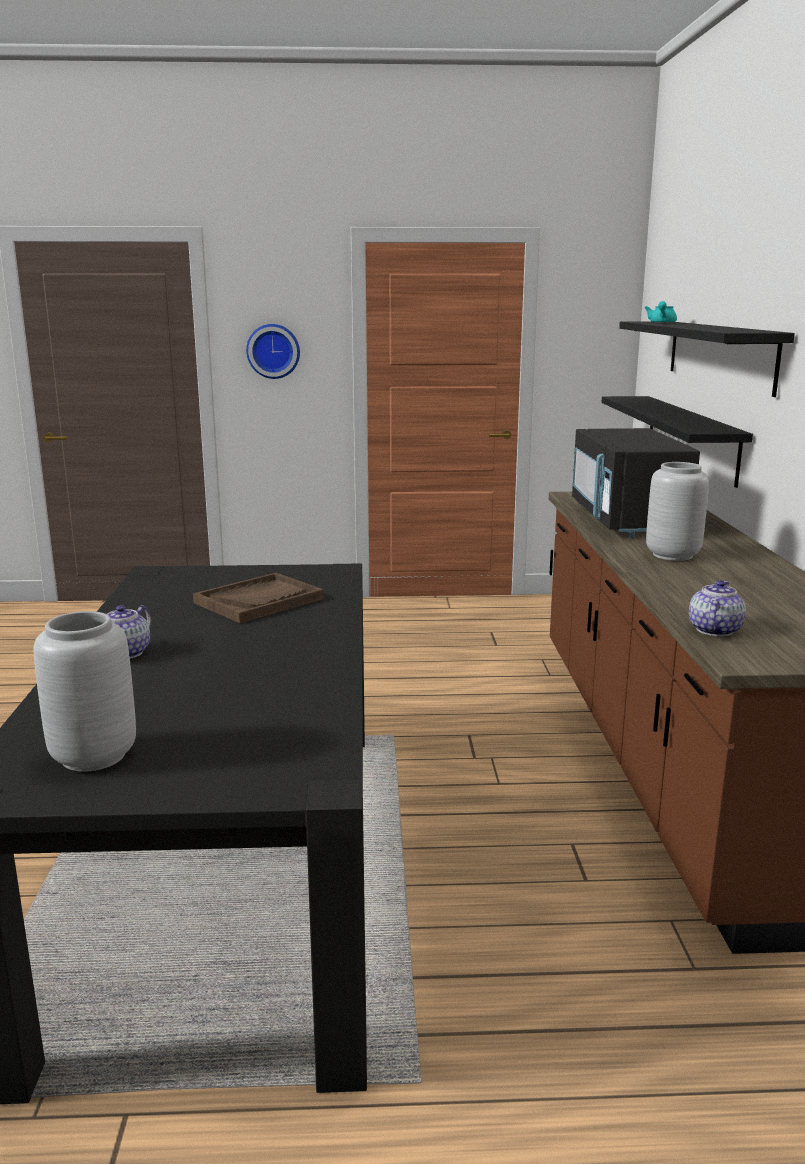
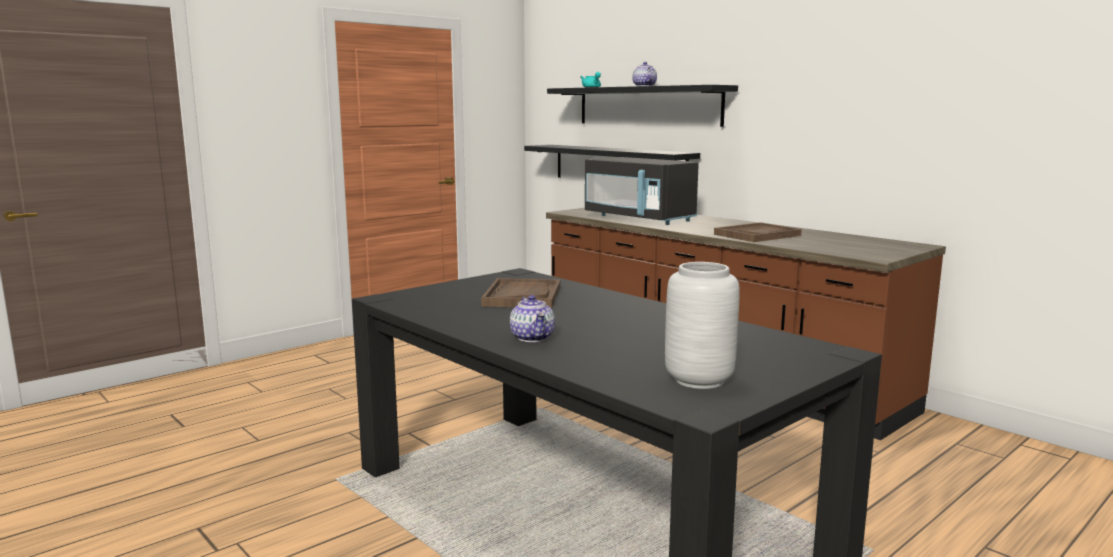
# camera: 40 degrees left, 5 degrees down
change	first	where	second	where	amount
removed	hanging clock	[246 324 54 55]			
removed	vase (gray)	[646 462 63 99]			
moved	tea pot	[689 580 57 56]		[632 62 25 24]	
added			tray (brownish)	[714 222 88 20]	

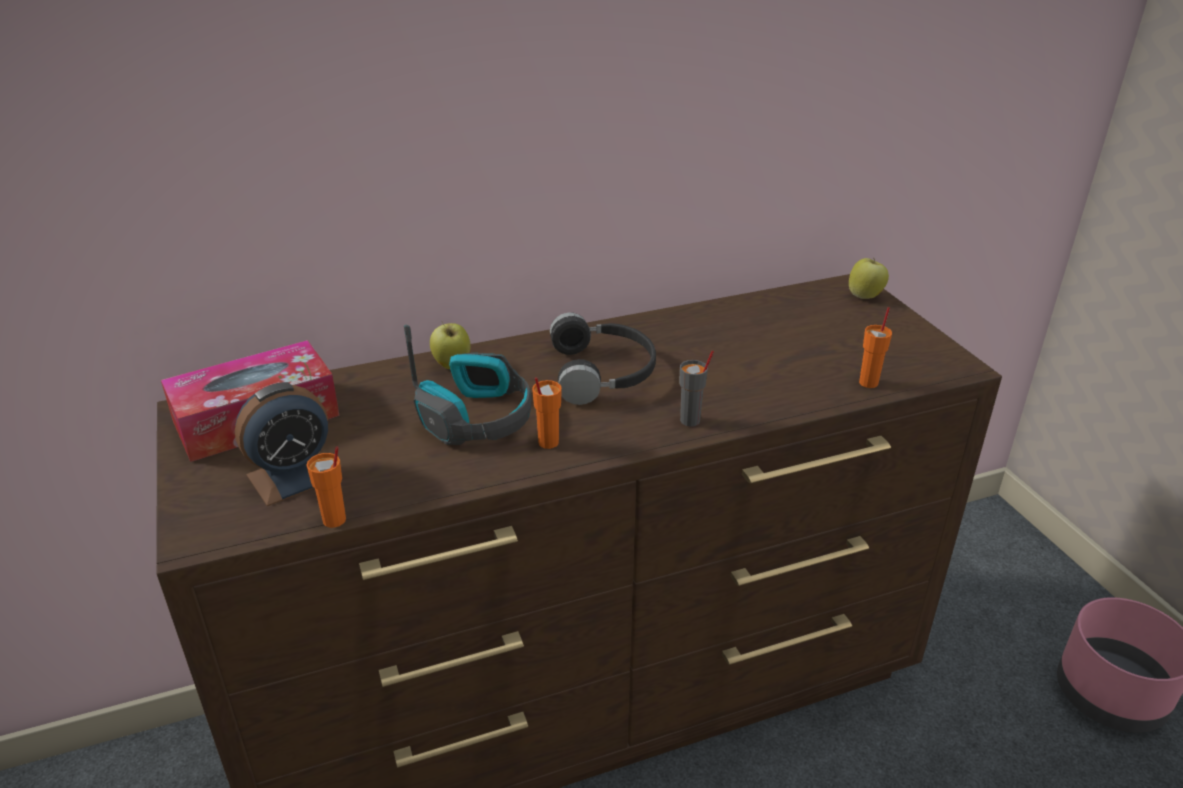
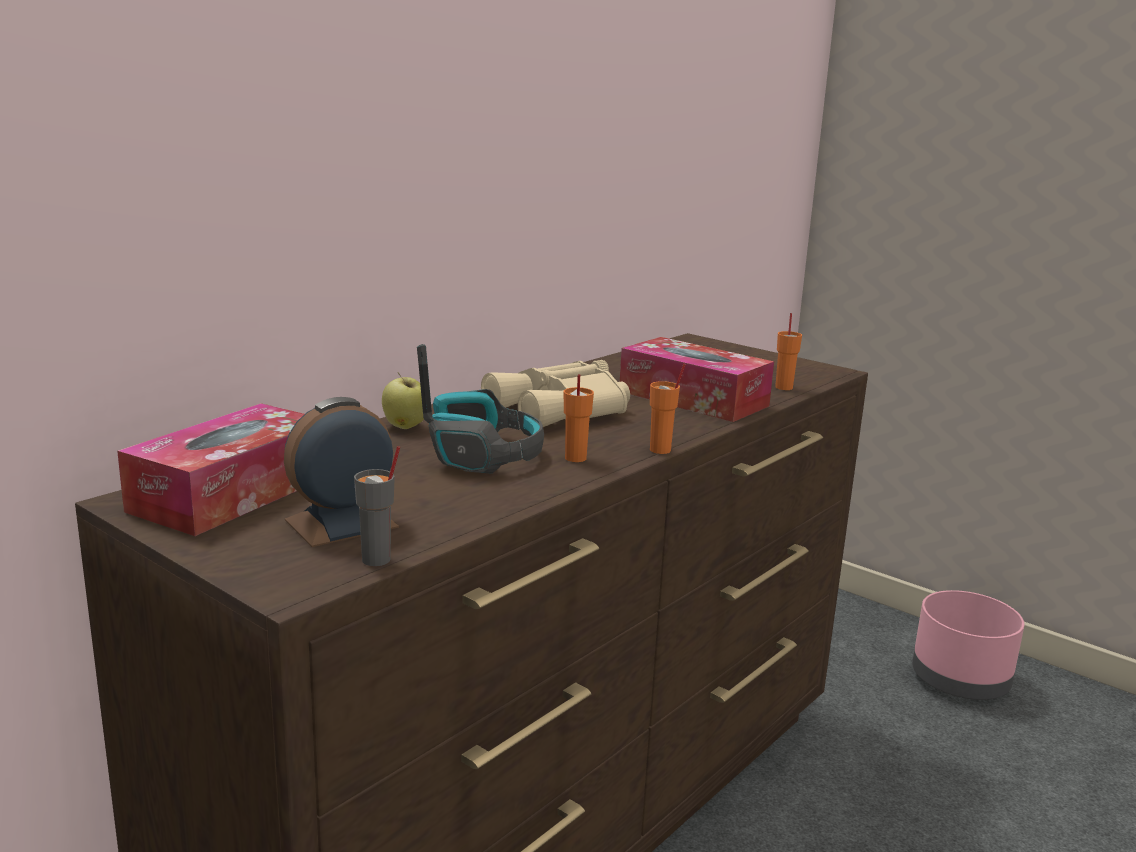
# camera: 30 degrees left, 15 degrees down
change	first	where	second	where	amount
removed	apple	[849 258 40 41]			
replaced	headphones (black)	[550 312 106 93]	pair of binoculars (beige)	[481 360 149 67]	
moved	drinking cup (gray)	[680 350 34 76]		[354 446 46 120]	
turned	table clock	[235 382 93 124]		[284 397 115 150]	150 degrees counterclockwise
moved	drinking cup (orangey)	[306 446 40 82]		[650 364 36 90]	
added			tissue holder	[620 337 154 85]	

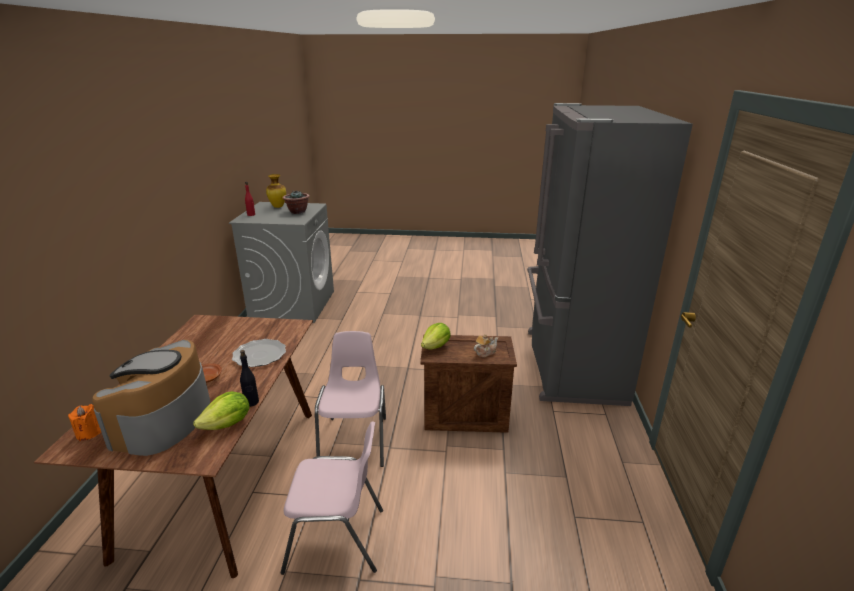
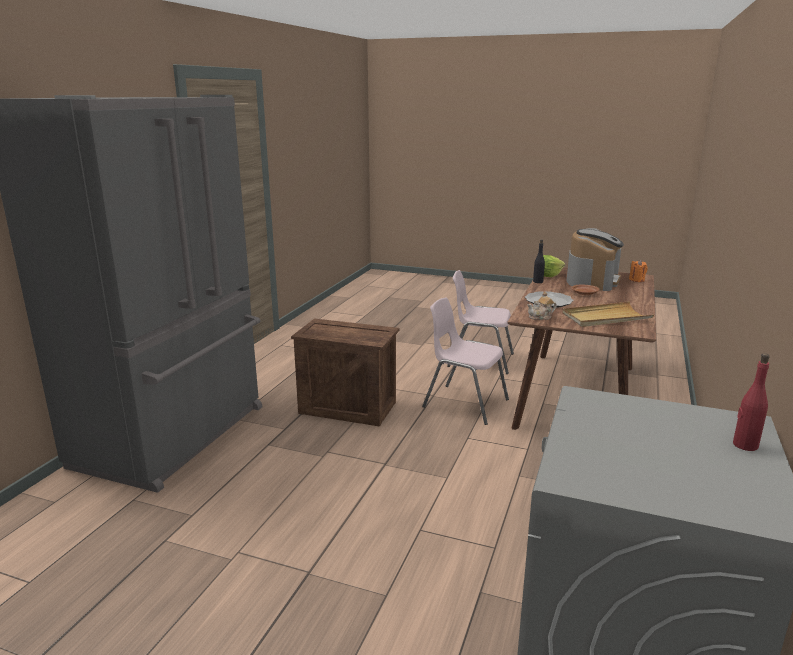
# camera: 165 degrees left, 5 degrees down
change	first	where	second	where	amount
removed	vase	[266 174 20 34]			
removed	plant in a pot	[283 190 27 24]			
removed	lettuce head	[421 323 30 27]			
turned	chair (pinkish)	[315 331 71 136]		[422 298 87 127]	105 degrees clockwise
moved	tea pot	[474 334 24 23]		[527 292 30 28]	
added			tray (beige)	[563 301 91 26]	

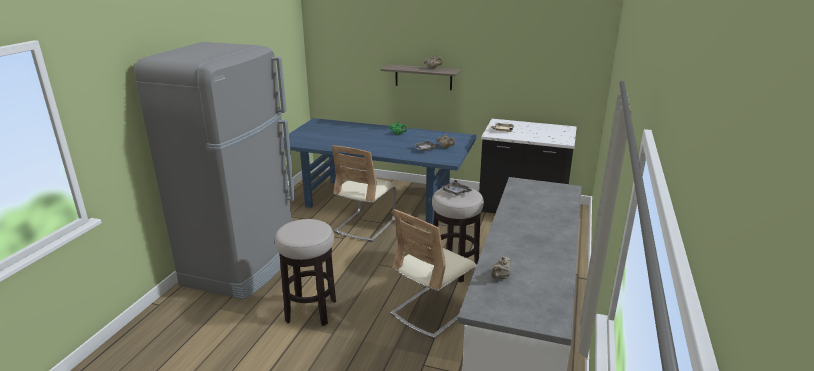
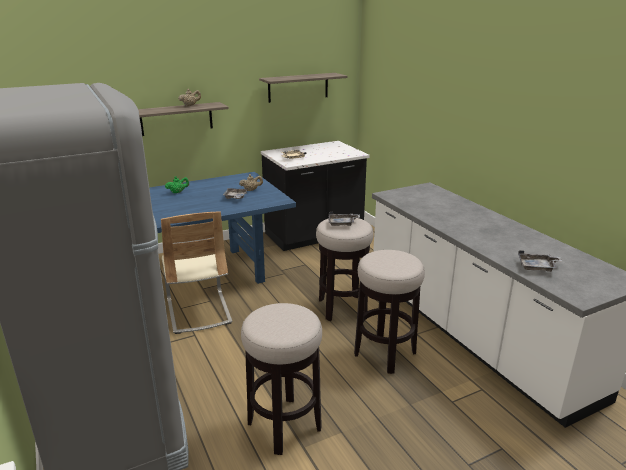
# camera: 45 degrees left, 0 degrees up
change	first	where	second	where	amount
replaced	chair (beige)	[390 209 87 130]	stool seat	[354 250 71 124]	
replaced	tea pot (beige)	[491 256 21 23]	tray (gray)	[518 250 44 22]	
added			shelf	[259 73 89 30]	

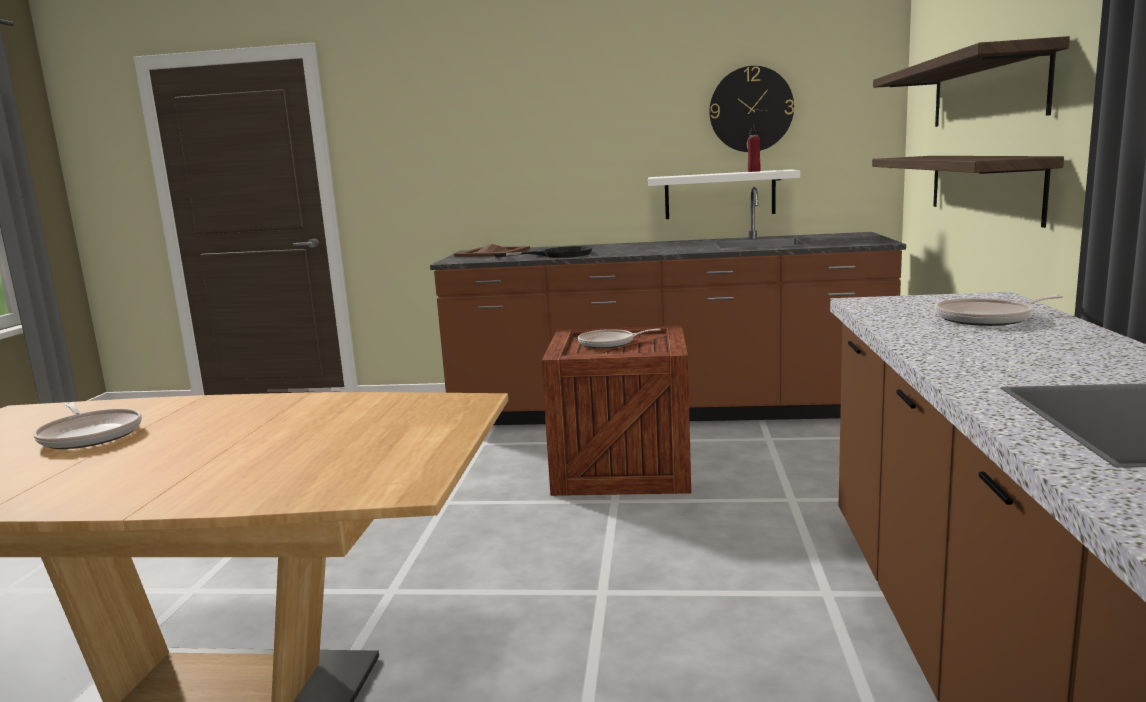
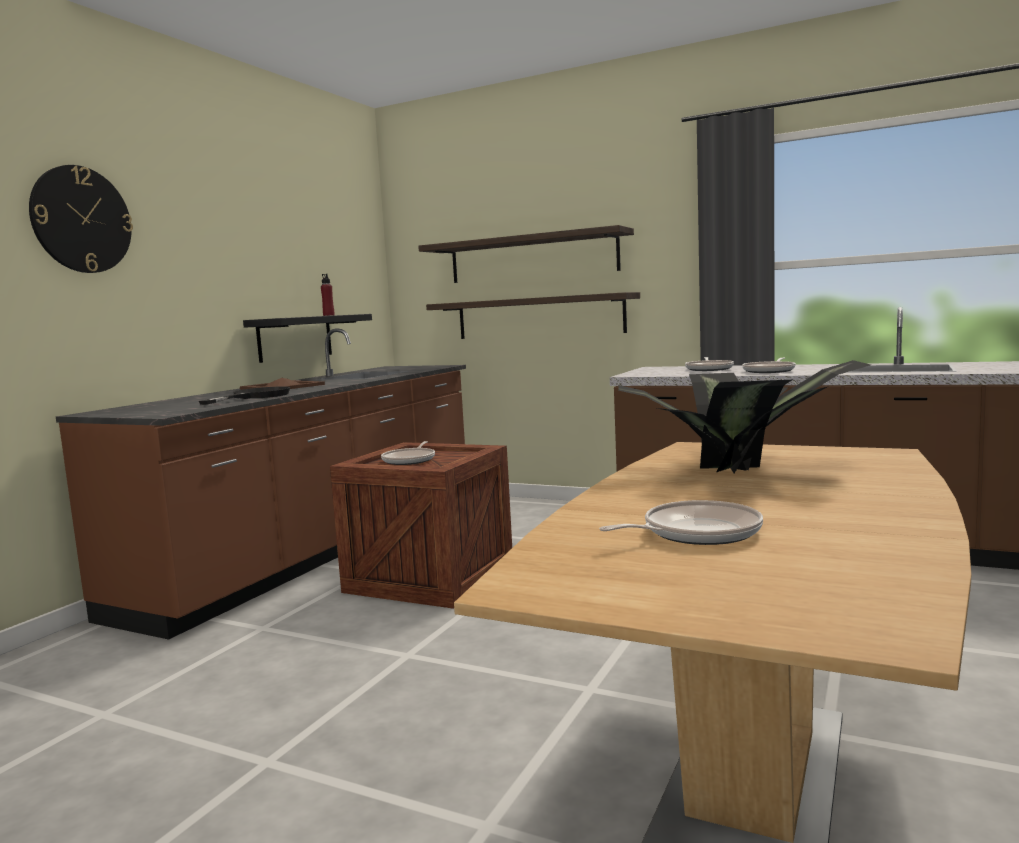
# camera: 70 degrees left, 5 degrees down
change	first	where	second	where	amount
moved	hanging clock	[709 66 85 86]		[29 165 104 108]	
recoloured	shelf (white-coloured)	[648 169 152 50]	shelf (black)	[243 314 129 49]	
moved	tray (brownish)	[454 244 76 13]		[240 378 85 12]	
added			skillet	[742 358 54 15]	
added			plant in a pot	[618 360 253 114]	

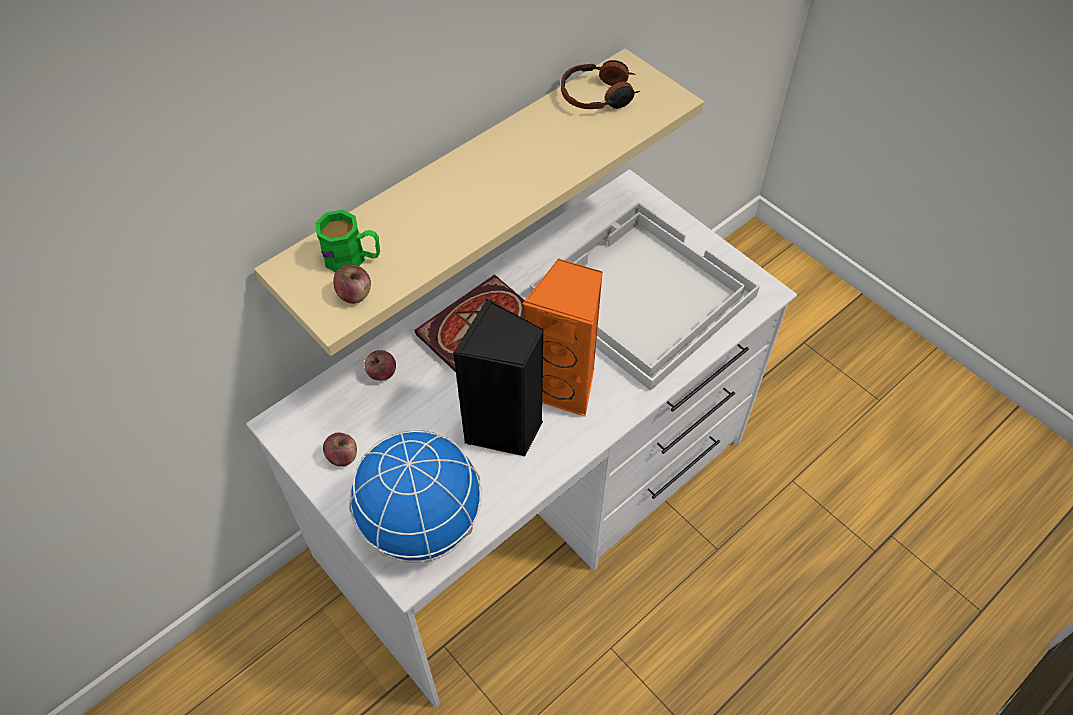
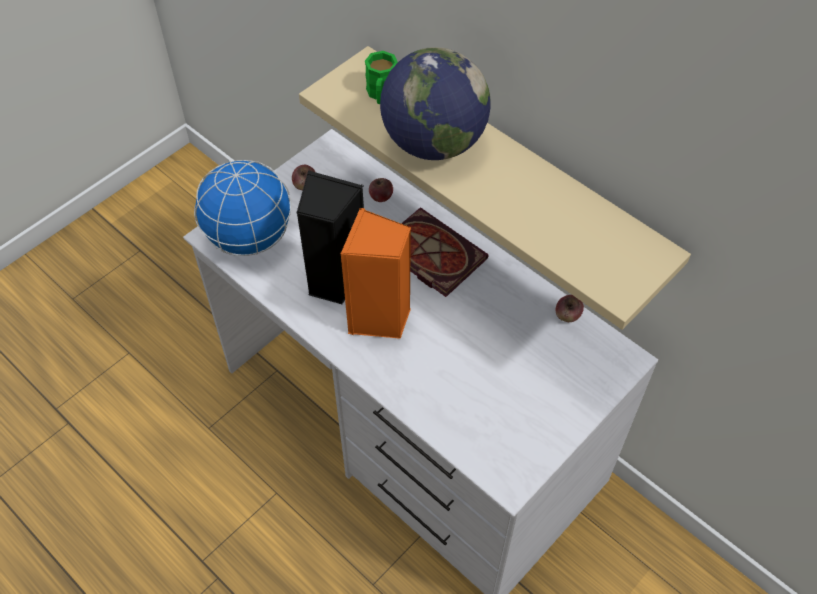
# camera: 85 degrees right, 0 degrees up
change	first	where	second	where	amount
removed	headphones	[561 60 79 49]			
removed	tray (white-coloured)	[530 202 230 189]			
moved	apple	[333 264 38 40]		[556 295 28 27]	
added			world globe	[380 47 111 113]	

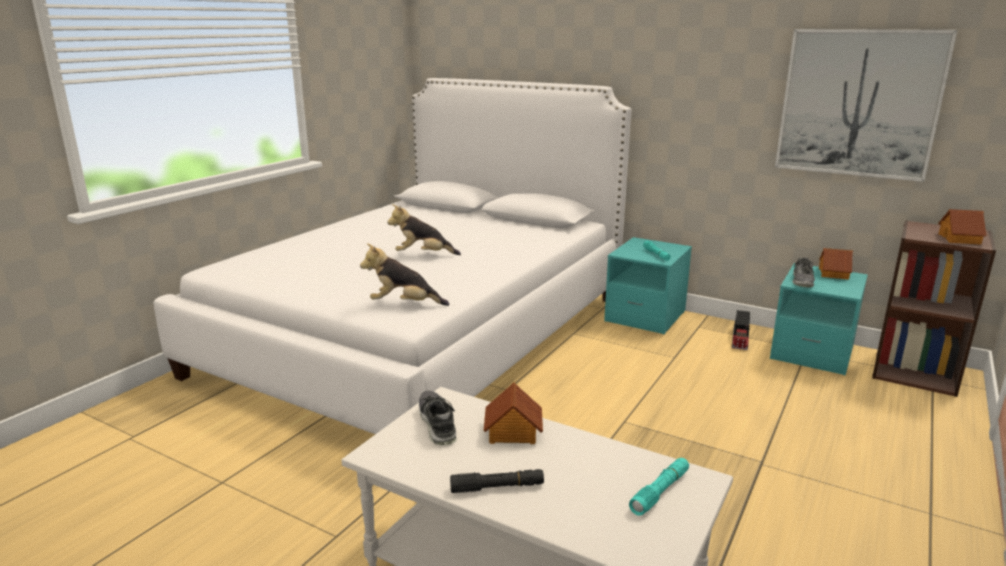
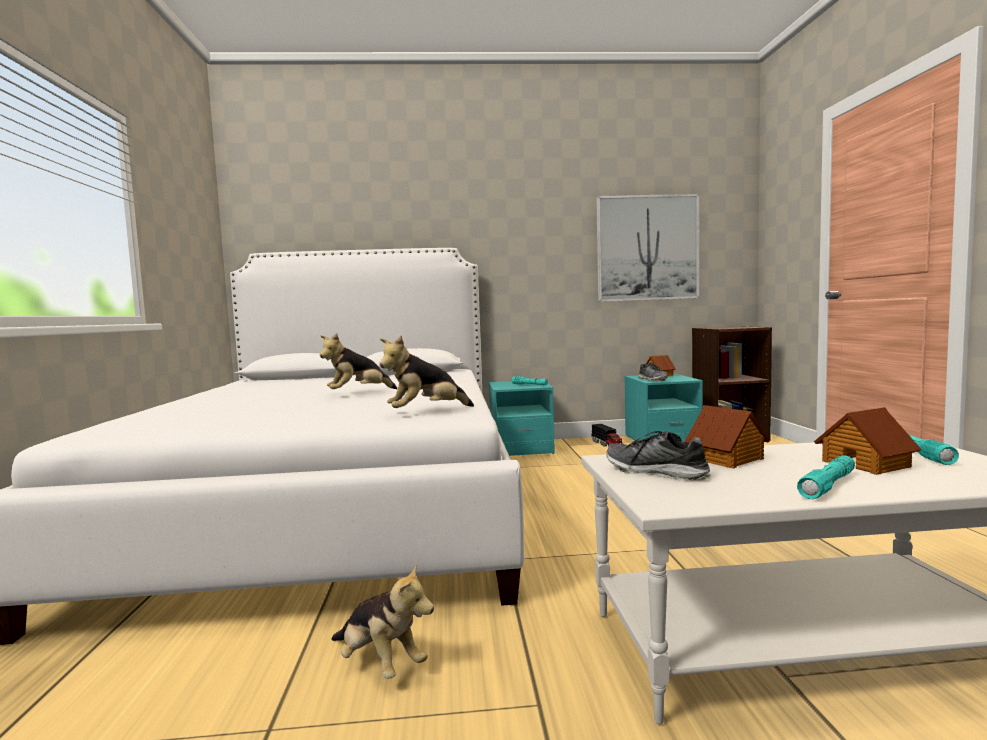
# camera: 35 degrees left, 15 degrees down
change	first	where	second	where	amount
moved	toy house	[938 209 49 36]		[814 407 107 68]	
recoloured	flashlight (black)	[450 469 94 24]	flashlight (turquoise-coloured)	[797 455 58 44]	
added			plush toy	[331 564 103 115]	

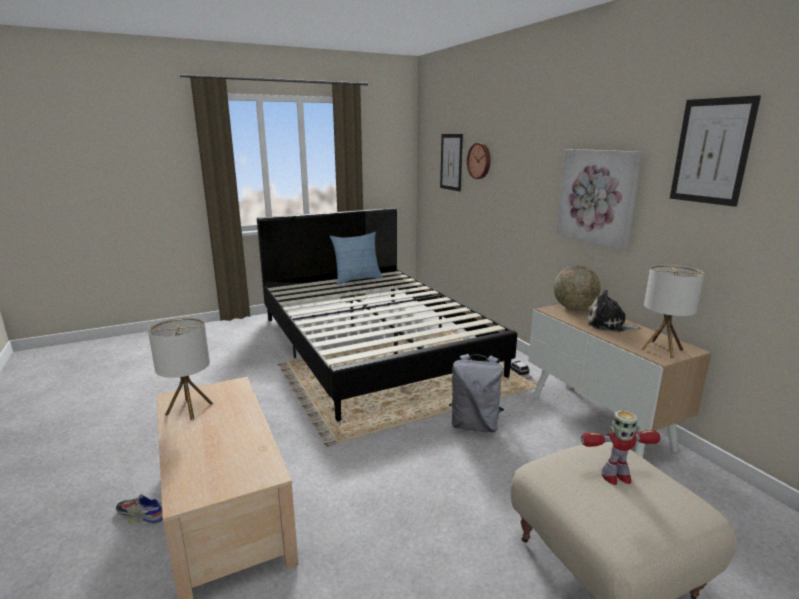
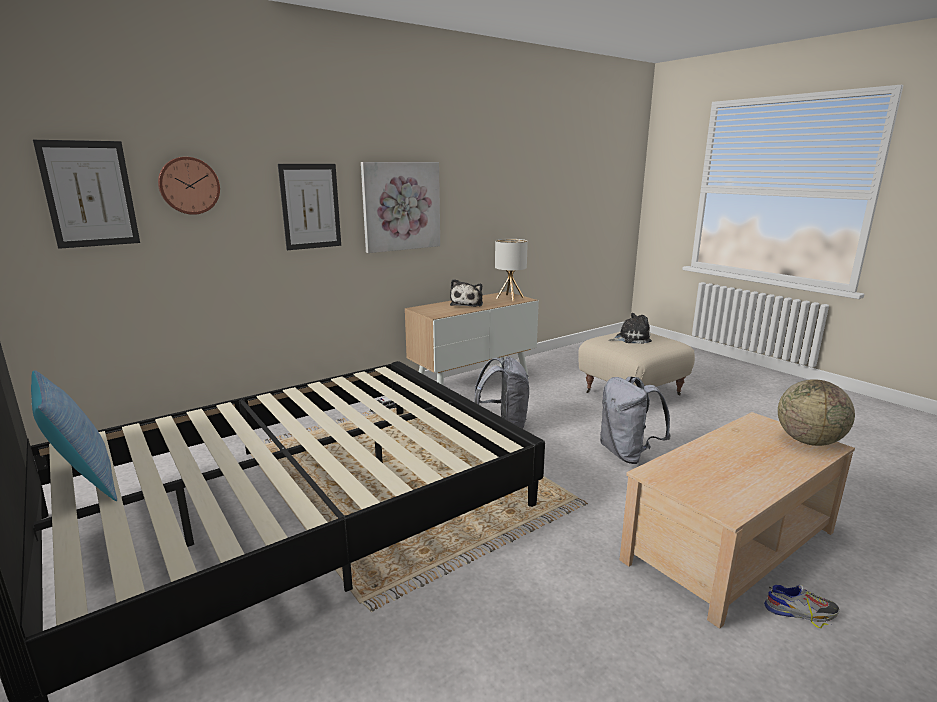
# camera: 100 degrees left, 0 degrees up
change	first	where	second	where	amount
moved	picture	[670 95 91 112]		[278 164 63 86]	
moved	world globe	[553 265 47 45]		[778 379 77 67]	
removed	lamp for a table	[148 317 66 103]			
replaced	toy robot	[581 410 80 75]	plush toy	[609 313 43 31]	
turned	item of footwear	[116 494 47 30]		[764 585 76 43]	90 degrees counterclockwise
added			rucksack (gray)	[600 376 71 88]	

